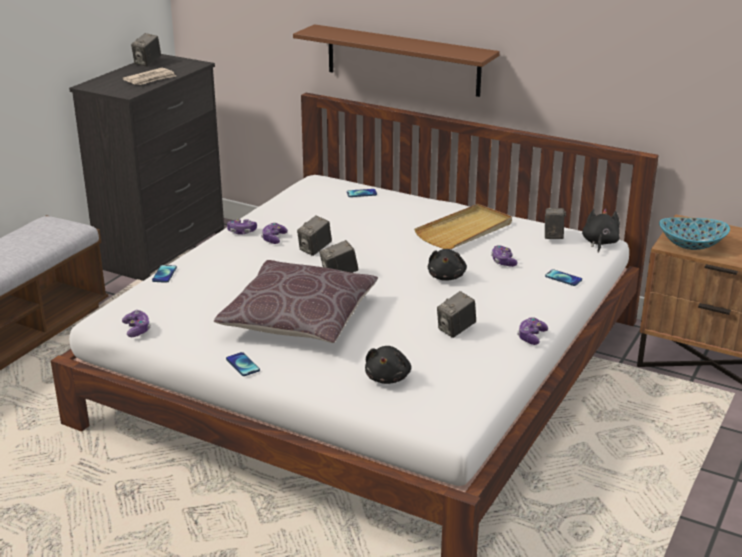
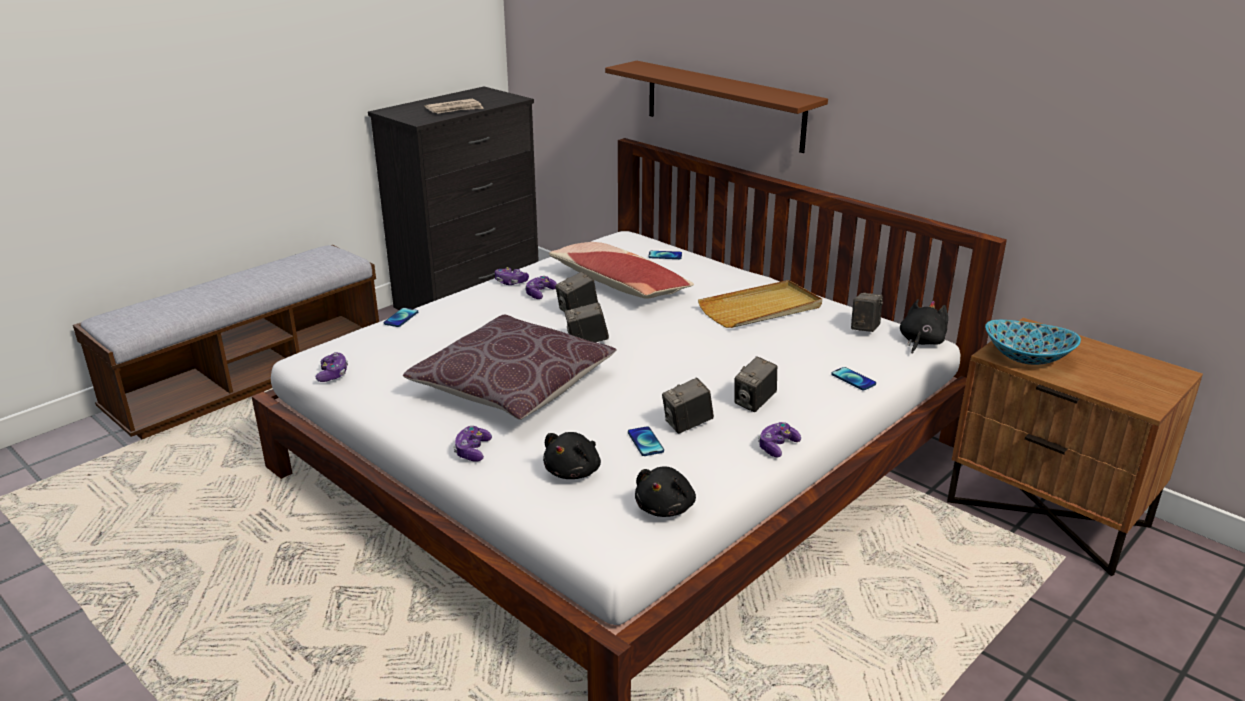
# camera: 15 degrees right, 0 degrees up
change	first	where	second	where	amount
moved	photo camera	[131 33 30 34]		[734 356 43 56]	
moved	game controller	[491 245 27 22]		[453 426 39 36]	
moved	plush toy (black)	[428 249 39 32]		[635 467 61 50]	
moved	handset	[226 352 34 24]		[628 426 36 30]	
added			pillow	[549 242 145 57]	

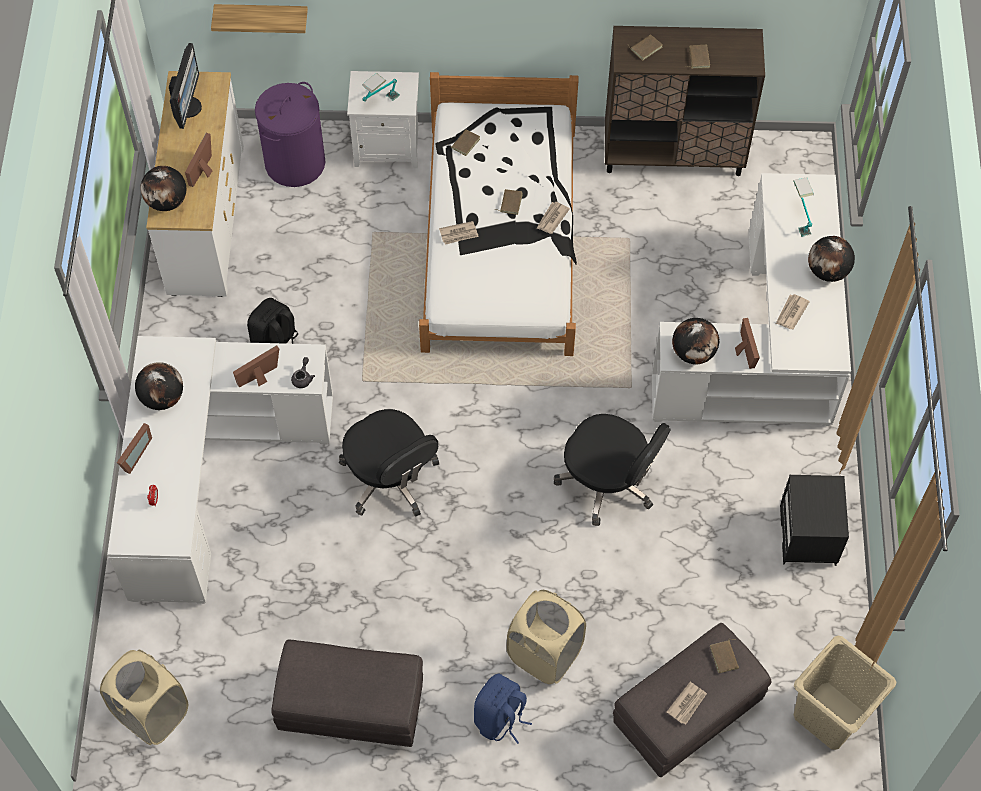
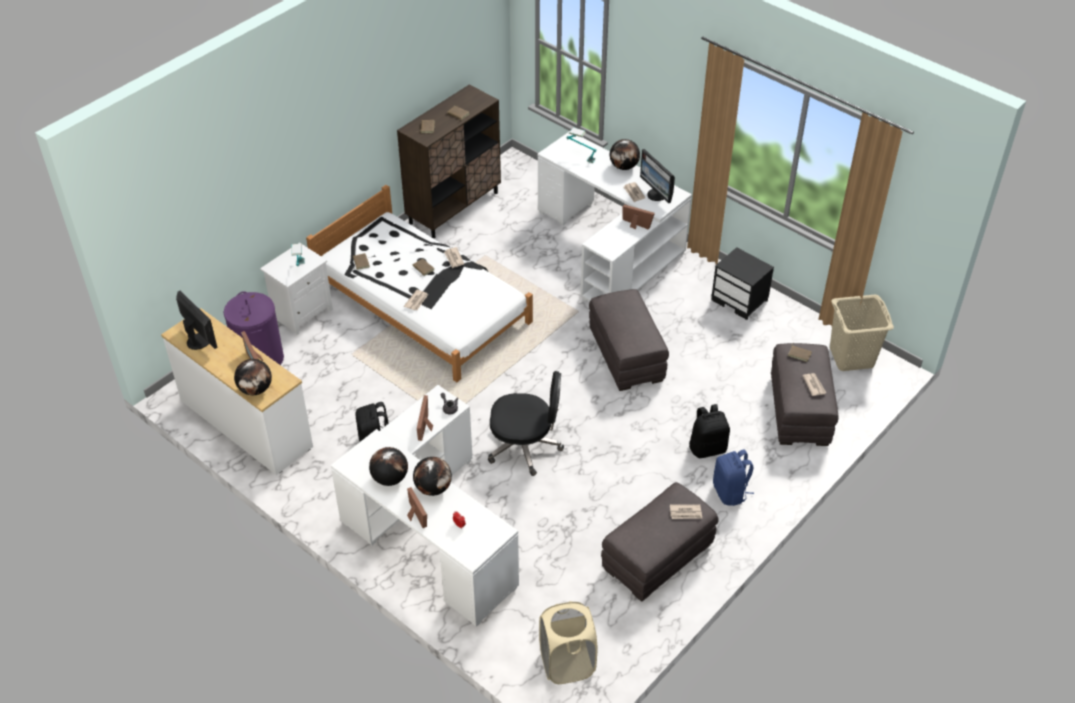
# camera: 50 degrees left, 15 degrees down
change	first	where	second	where	amount
removed	shelf	[211 4 97 29]			
moved	world globe	[672 318 47 47]		[413 457 39 39]	
replaced	desk chair (black)	[554 414 116 112]	pouffe (gray)	[589 289 80 102]	
replaced	hamper (beige)	[507 590 79 94]	rucksack (black)	[689 404 41 54]	
added			computer screen	[640 149 35 54]	
added			printed paper	[670 505 32 14]	

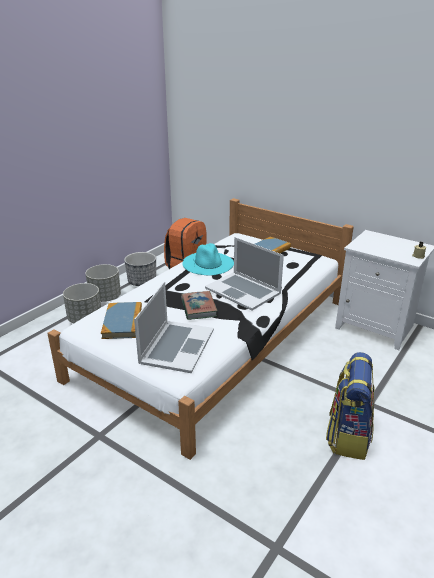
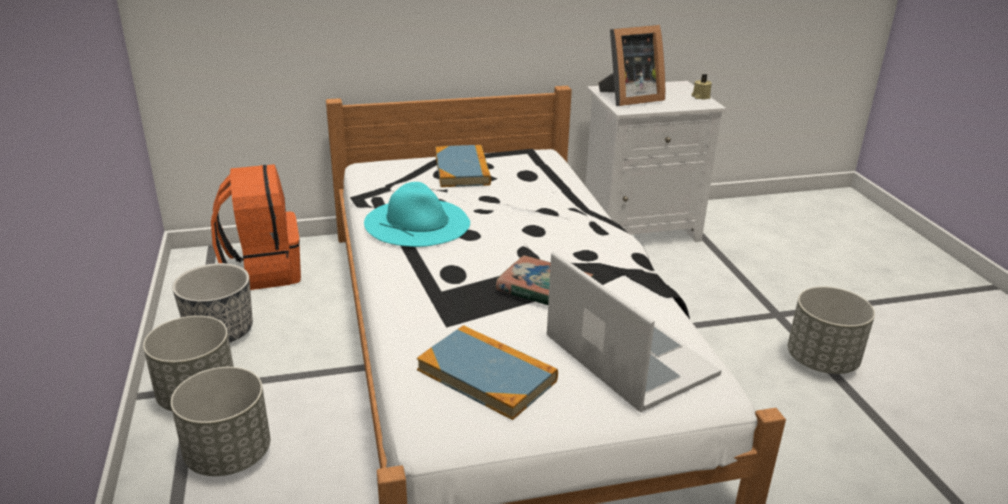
# camera: 50 degrees left, 0 degrees up
change	first	where	second	where	amount
removed	portable computer	[205 237 79 74]			
replaced	rucksack	[326 352 49 108]	planter (gray)	[788 286 87 88]	
added			photo frame	[598 25 67 81]	

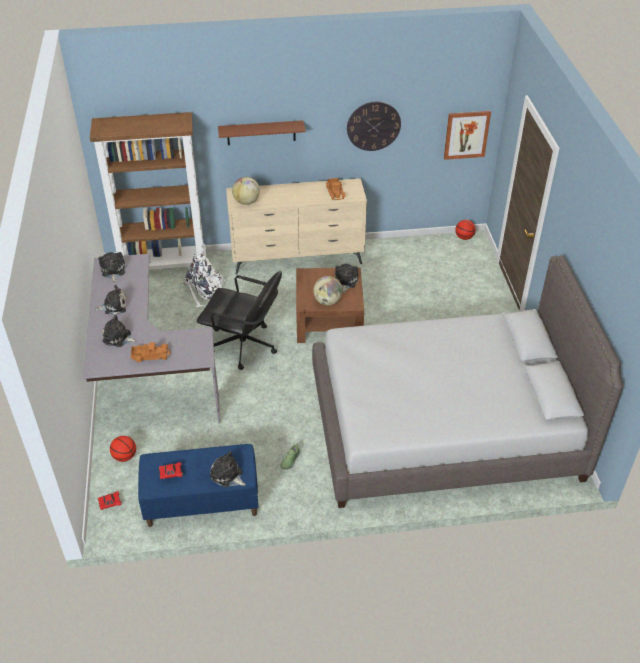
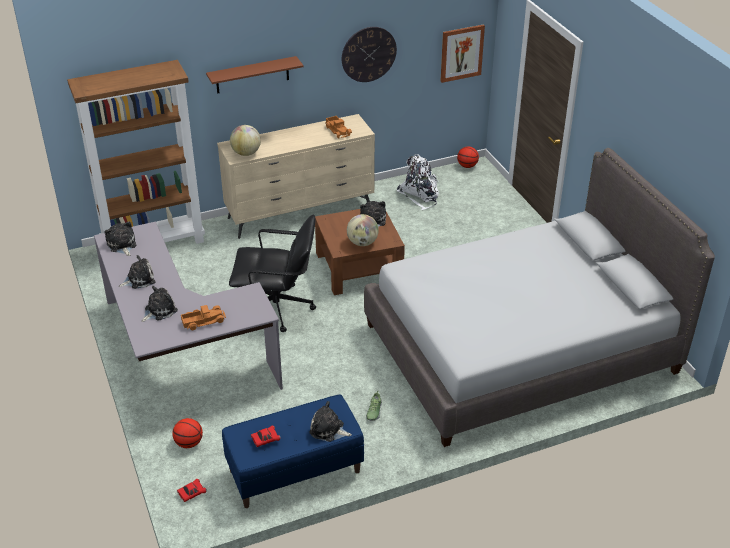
# camera: 15 degrees left, 5 degrees down
change	first	where	second	where	amount
moved	rucksack (white-coloured)	[183 254 43 53]		[397 154 42 56]	
turned	plush toy	[102 315 35 32]		[142 286 36 36]	135 degrees clockwise

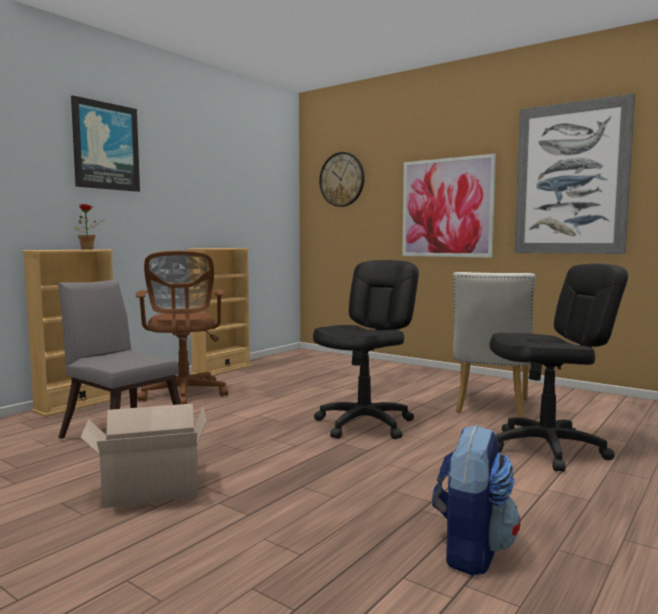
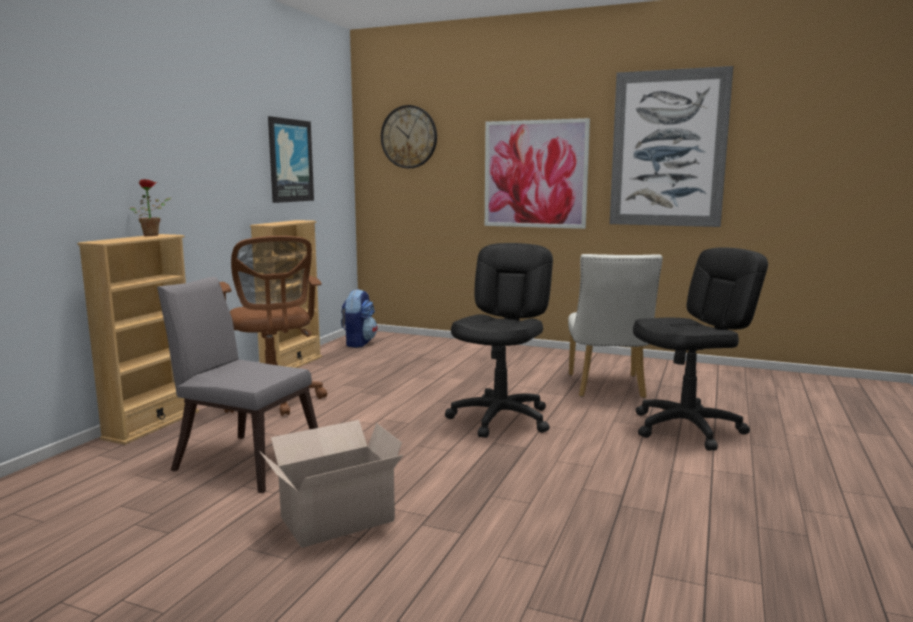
# camera: 15 degrees left, 5 degrees up
change	first	where	second	where	amount
moved	picture	[71 95 69 97]		[268 116 46 87]	
moved	rucksack	[432 424 88 151]		[341 289 36 59]	

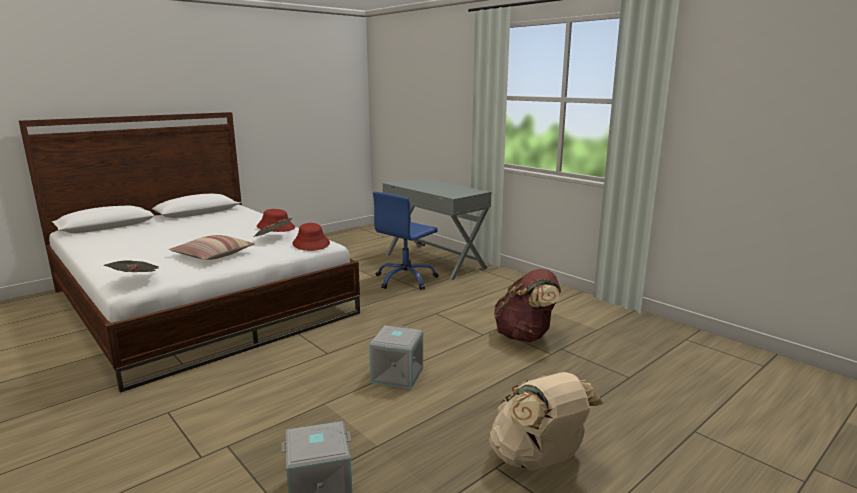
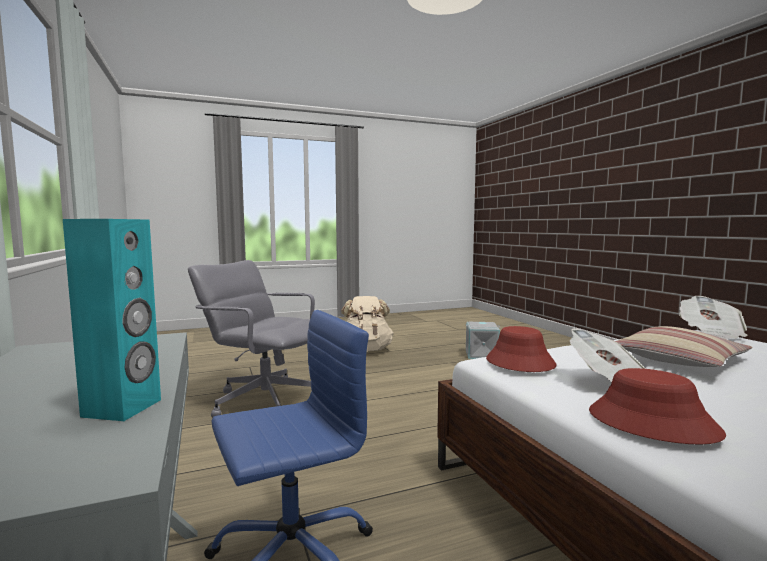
# camera: 160 degrees left, 10 degrees down
change	first	where	second	where	amount
replaced	rucksack (brownish)	[494 269 67 73]	desk chair (gray)	[188 260 127 158]	
removed	storage container (gray)	[369 326 54 63]			
added			speaker (turquoise-coloured)	[63 219 98 202]	

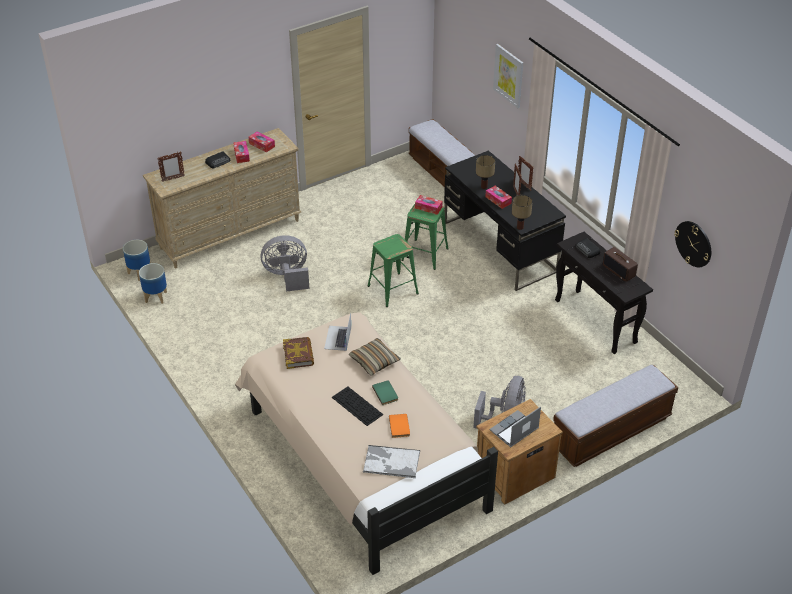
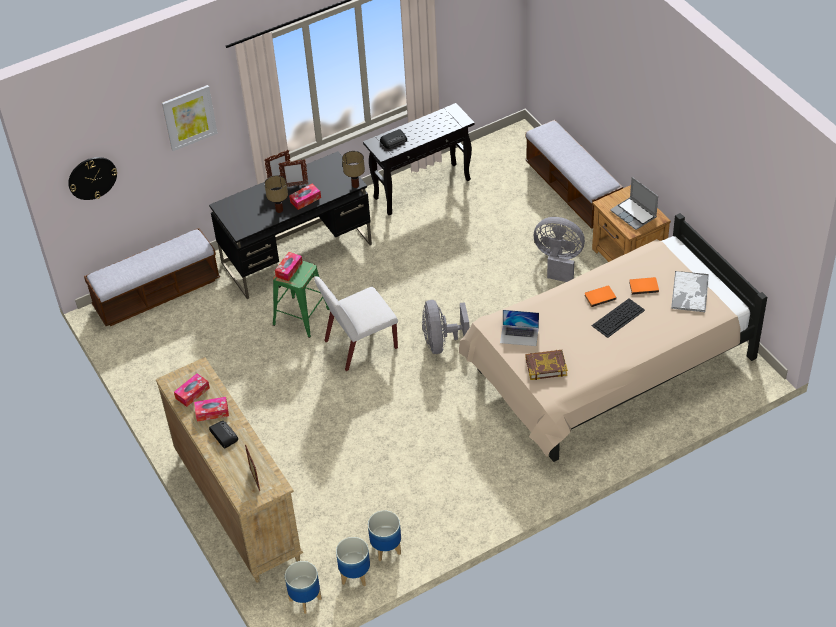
# camera: 85 degrees left, 5 degrees up
change	first	where	second	where	amount
moved	hanging clock	[674 221 37 46]		[68 157 49 43]	
replaced	stool seat (green-coloured)	[368 234 51 73]	chair (white-coloured)	[314 276 84 95]	
moved	cooling fan (gray)	[261 235 48 57]		[422 300 47 54]	
removed	radio set	[603 247 35 35]			
removed	pillow	[349 338 52 38]			
recoloured	book (green-coloured)	[372 380 26 25]	book (orangey)	[584 286 33 21]	
added			planter	[368 511 33 51]	

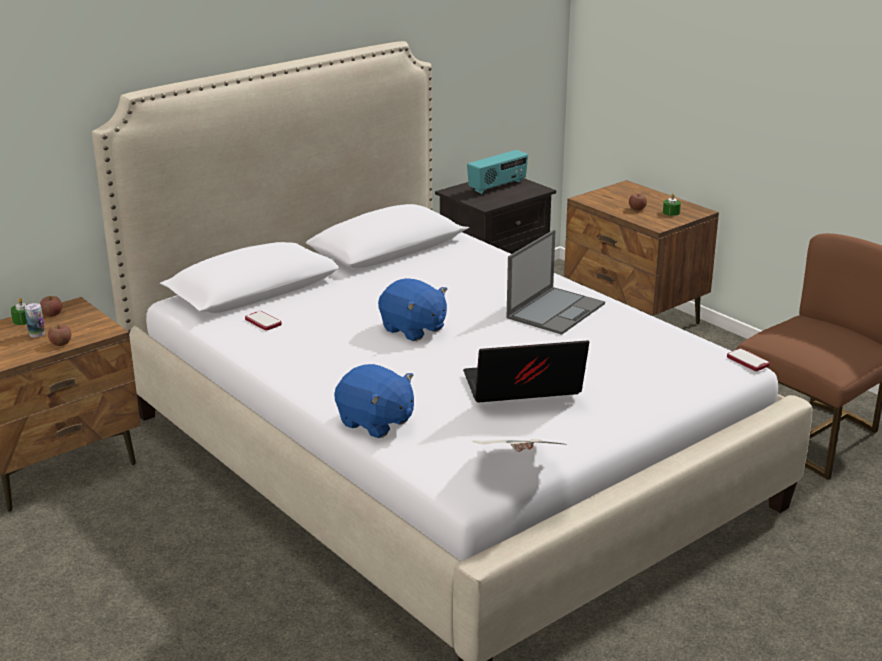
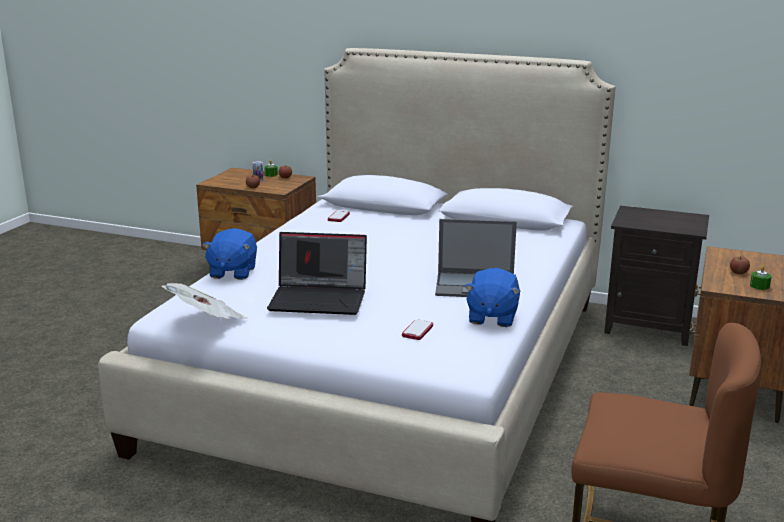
# camera: 60 degrees right, 5 degrees down
change	first	where	second	where	amount
removed	radio set	[467 150 61 44]			
moved	plush toy (bluish)	[378 278 69 63]		[464 268 57 59]	
turned	portable computer	[463 340 127 62]		[267 232 100 83]	135 degrees clockwise
moved	handset	[727 349 43 22]		[402 319 31 21]	

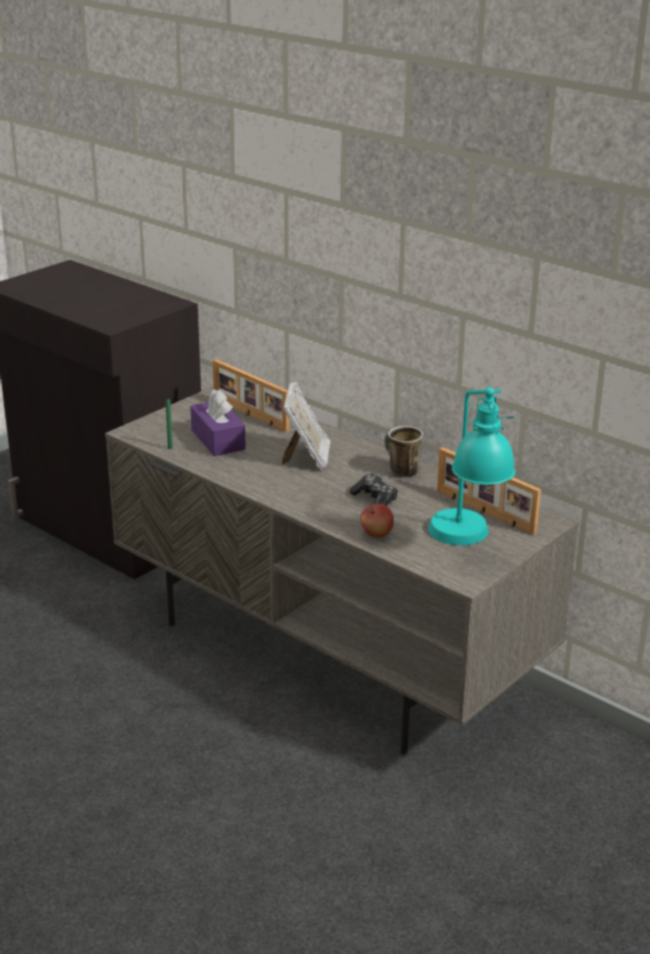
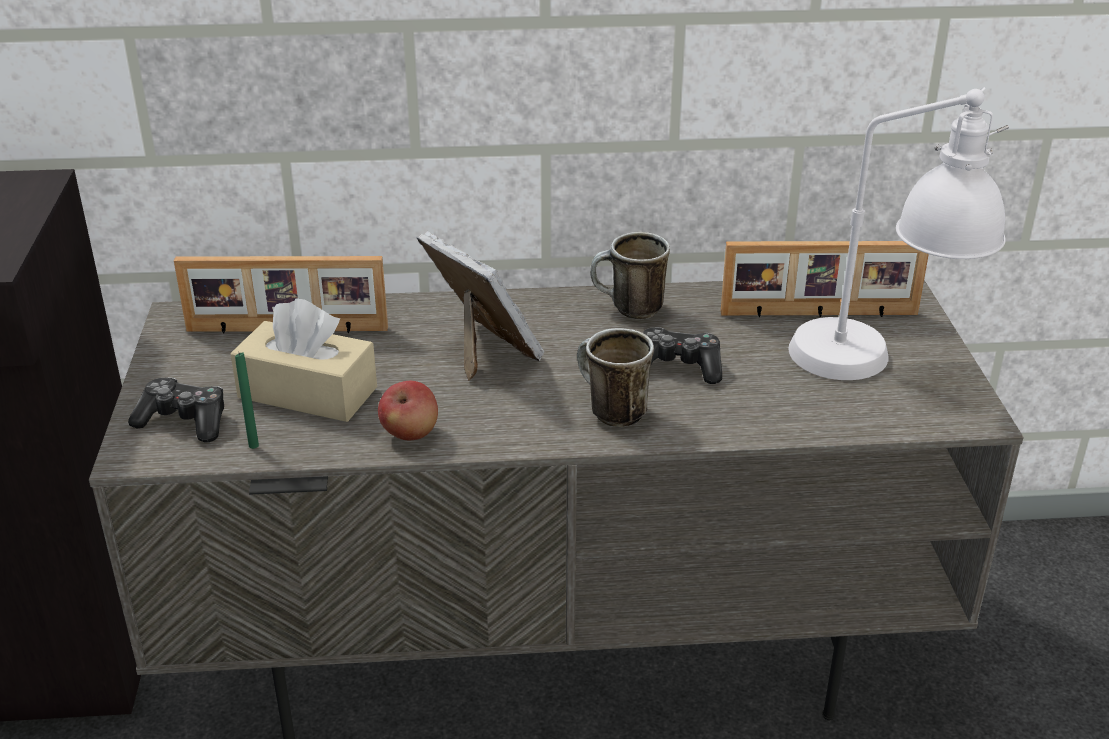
# camera: 45 degrees left, 5 degrees up
change	first	where	second	where	amount
recoloured	lamp for a table (turquoise-coloured)	[428 387 87 158]	lamp for a table (white-coloured)	[788 87 221 293]	
recoloured	tissue holder (purplish)	[190 389 56 67]	tissue holder (beige)	[230 299 147 123]	
moved	apple	[360 504 34 33]		[378 381 60 59]	
added			coffee mug	[577 328 77 99]	
added			game controller	[128 377 96 65]	

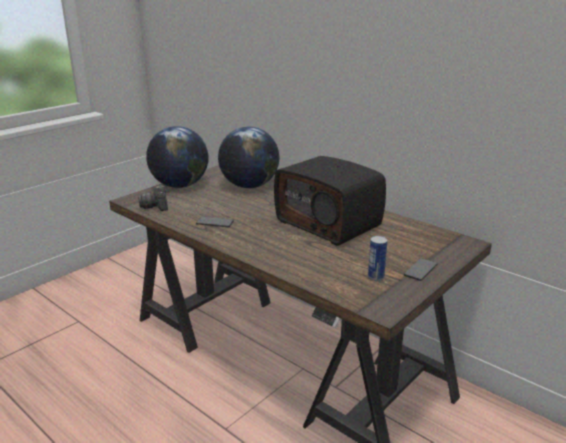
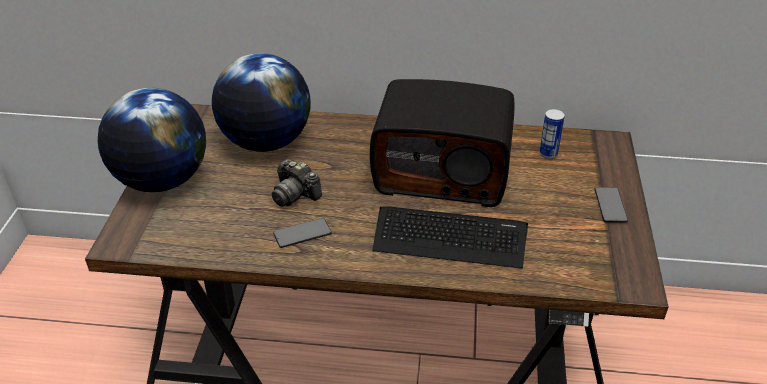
# camera: 35 degrees left, 15 degrees up
change	first	where	second	where	amount
moved	photo camera	[138 185 30 26]		[271 159 51 48]	
moved	metal can	[368 236 20 45]		[539 109 26 50]	
added			computer keyboard	[372 207 156 62]	

